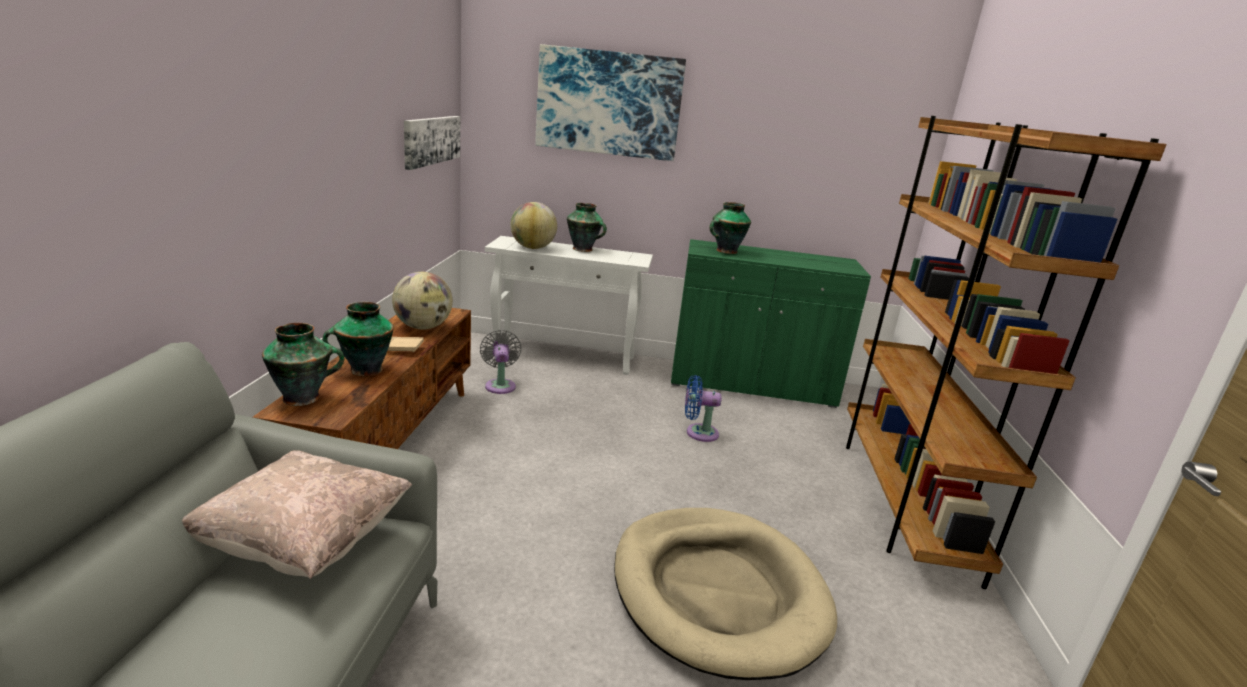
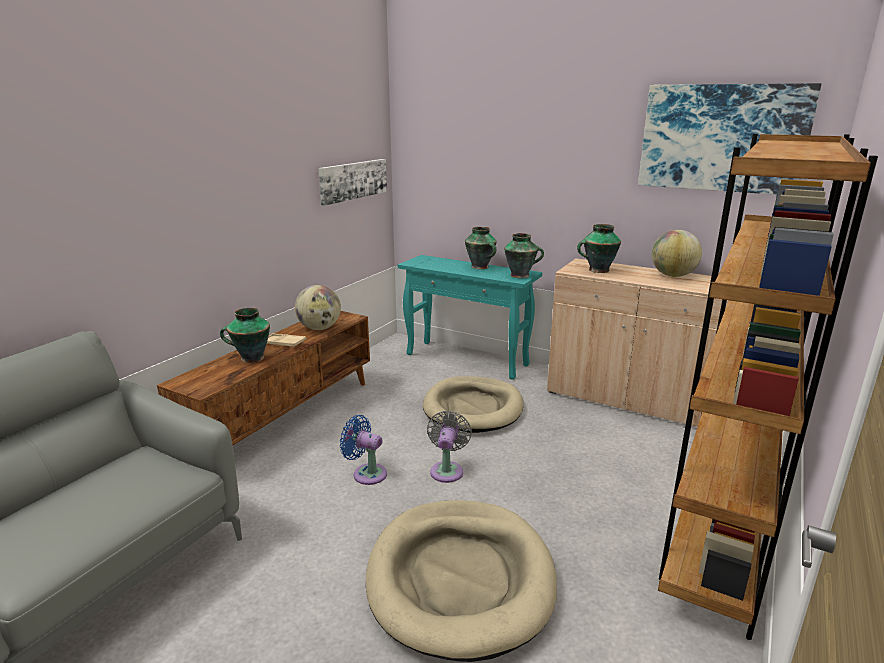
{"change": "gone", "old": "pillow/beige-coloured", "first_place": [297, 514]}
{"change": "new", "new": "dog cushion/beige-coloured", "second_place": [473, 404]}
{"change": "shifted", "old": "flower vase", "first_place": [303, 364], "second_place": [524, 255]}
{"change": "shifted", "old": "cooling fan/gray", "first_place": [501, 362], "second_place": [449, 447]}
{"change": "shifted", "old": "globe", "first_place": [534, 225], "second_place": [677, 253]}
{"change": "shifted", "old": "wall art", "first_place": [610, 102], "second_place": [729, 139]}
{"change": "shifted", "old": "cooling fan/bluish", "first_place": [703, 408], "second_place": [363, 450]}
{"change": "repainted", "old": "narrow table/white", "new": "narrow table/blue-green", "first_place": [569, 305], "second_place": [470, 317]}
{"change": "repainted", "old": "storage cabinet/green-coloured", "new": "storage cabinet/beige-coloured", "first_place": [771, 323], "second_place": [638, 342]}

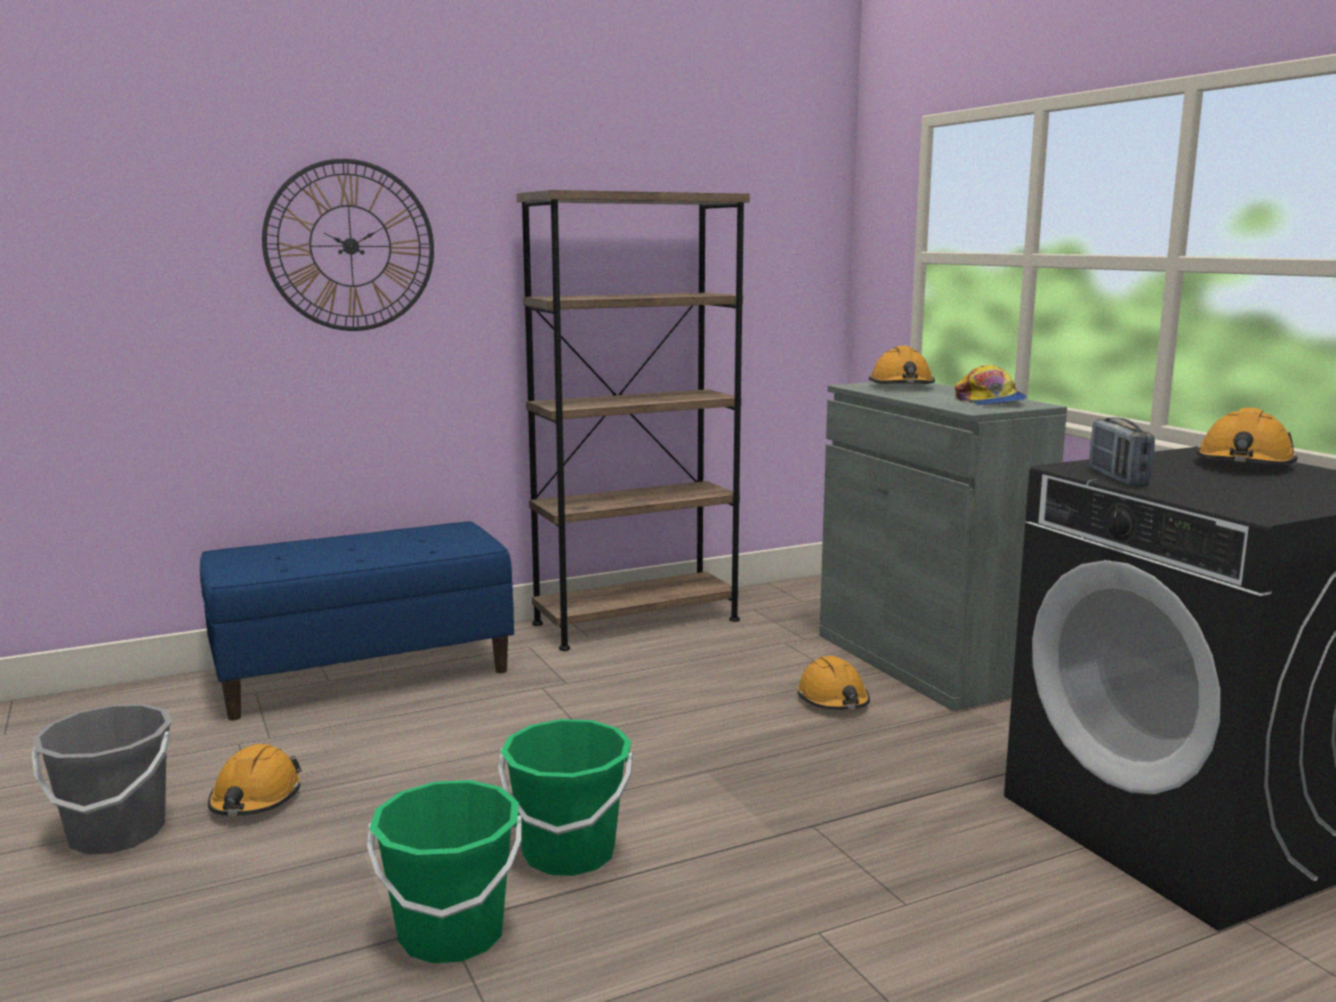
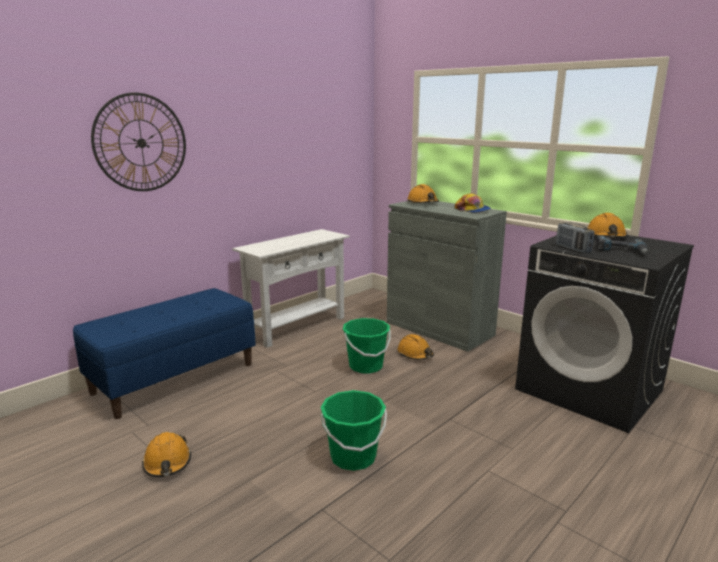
{"change": "gone", "old": "bucket/gray", "first_place": [102, 779]}
{"change": "new", "new": "drill", "second_place": [622, 244]}
{"change": "shifted", "old": "bucket/green-coloured", "first_place": [444, 871], "second_place": [367, 346]}
{"change": "swapped", "old": "bookshelf/brownish", "new": "narrow table/white", "first_place": [633, 420], "second_place": [291, 288]}

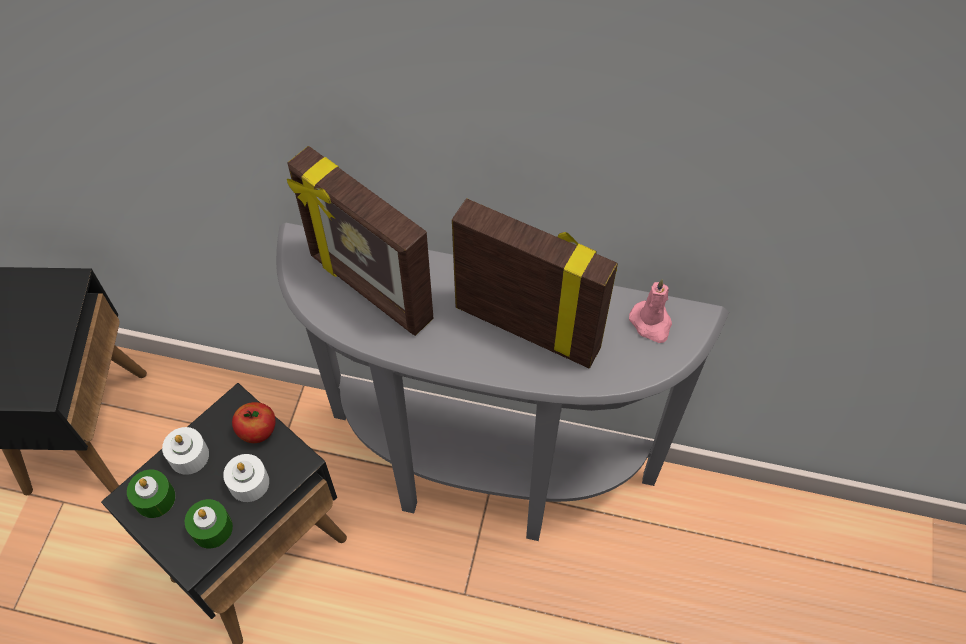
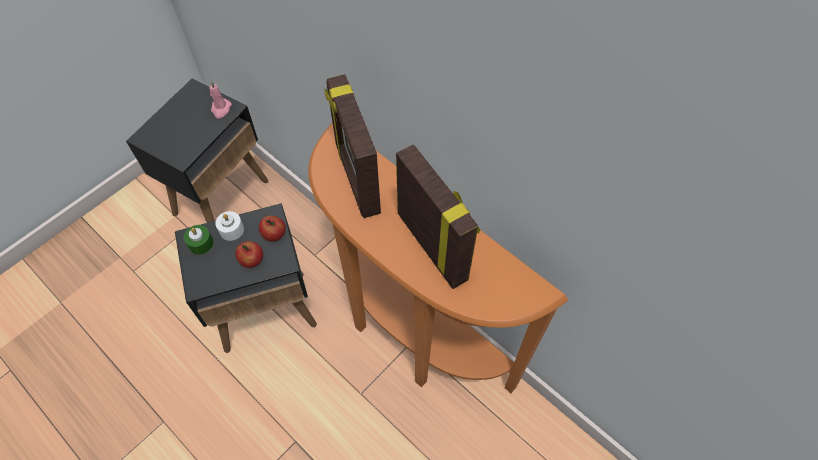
{"change": "gone", "old": "candle/green-coloured", "first_place": [209, 523]}
{"change": "shifted", "old": "candle/pink-coloured", "first_place": [650, 311], "second_place": [220, 99]}
{"change": "swapped", "old": "candle/white", "new": "whole apple", "first_place": [246, 478], "second_place": [249, 254]}
{"change": "repainted", "old": "narrow table/gray", "new": "narrow table/orange", "first_place": [502, 382], "second_place": [438, 257]}

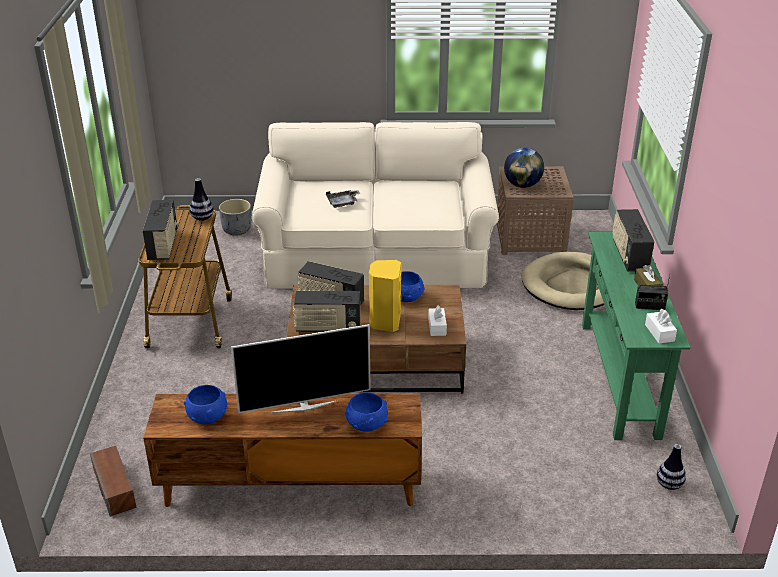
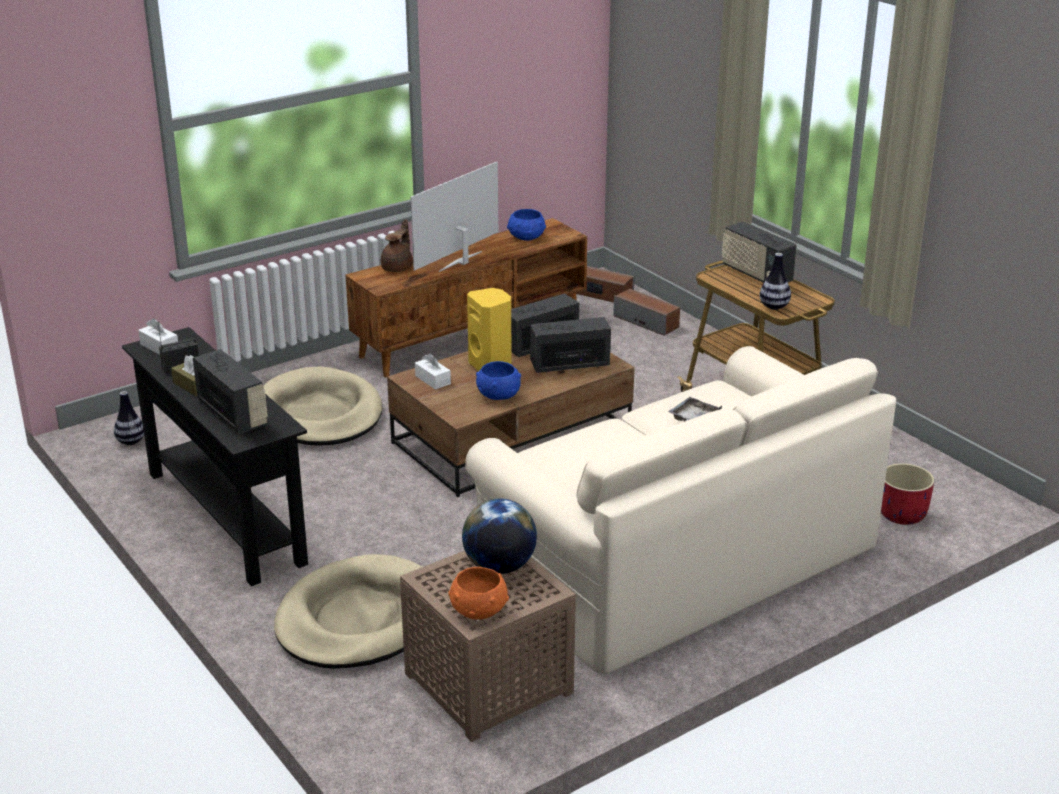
{"change": "new", "new": "dog cushion/beige-coloured", "second_place": [322, 406]}
{"change": "new", "new": "serving bowl/orange", "second_place": [478, 593]}
{"change": "new", "new": "loudspeaker", "second_place": [646, 312]}
{"change": "swapped", "old": "serving bowl/bluish", "new": "tea pot/brownish", "first_place": [367, 412], "second_place": [397, 245]}
{"change": "repainted", "old": "flower pot/gray", "new": "flower pot/red-coloured", "first_place": [235, 217], "second_place": [908, 494]}
{"change": "repainted", "old": "narrow table/green-coloured", "new": "narrow table/black", "first_place": [636, 336], "second_place": [215, 456]}

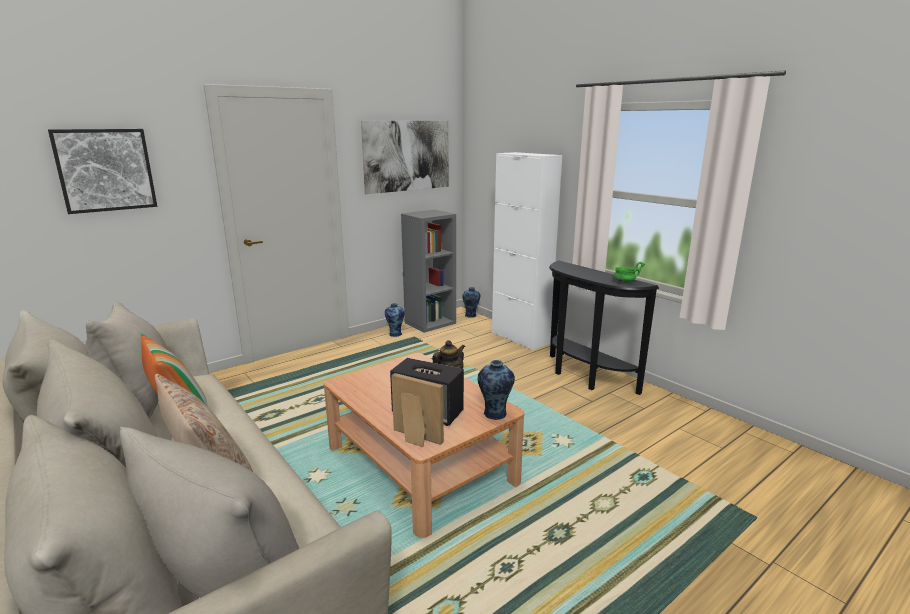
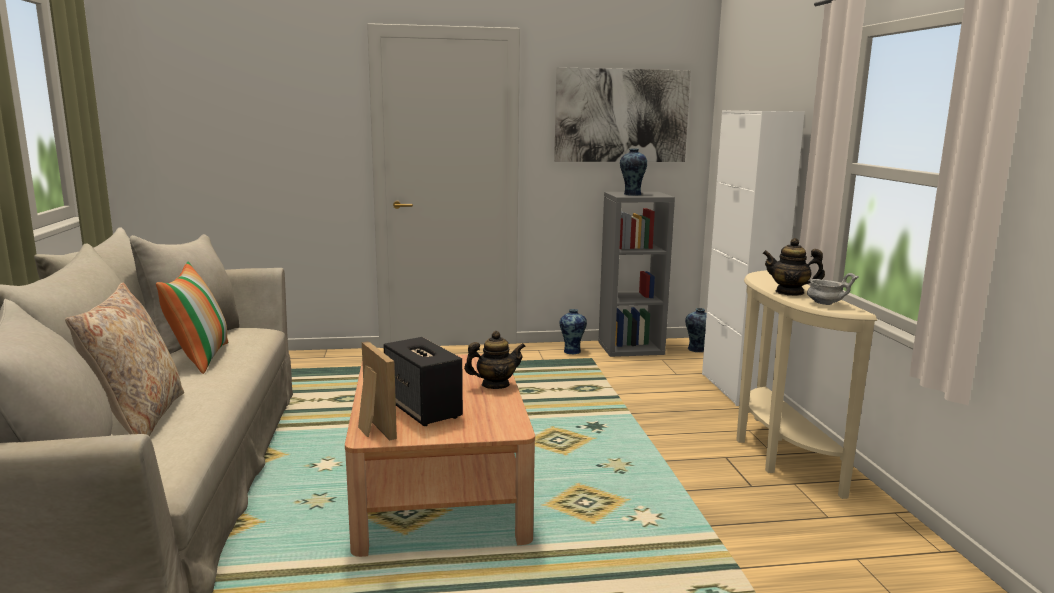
{"change": "gone", "old": "wall art", "first_place": [102, 171]}
{"change": "new", "new": "tea pot", "second_place": [793, 267]}
{"change": "shifted", "old": "flower vase", "first_place": [496, 390], "second_place": [633, 172]}
{"change": "repainted", "old": "narrow table/black", "new": "narrow table/beige-coloured", "first_place": [604, 327], "second_place": [806, 384]}
{"change": "repainted", "old": "serving bowl/green-coloured", "new": "serving bowl/gray", "first_place": [629, 272], "second_place": [832, 289]}

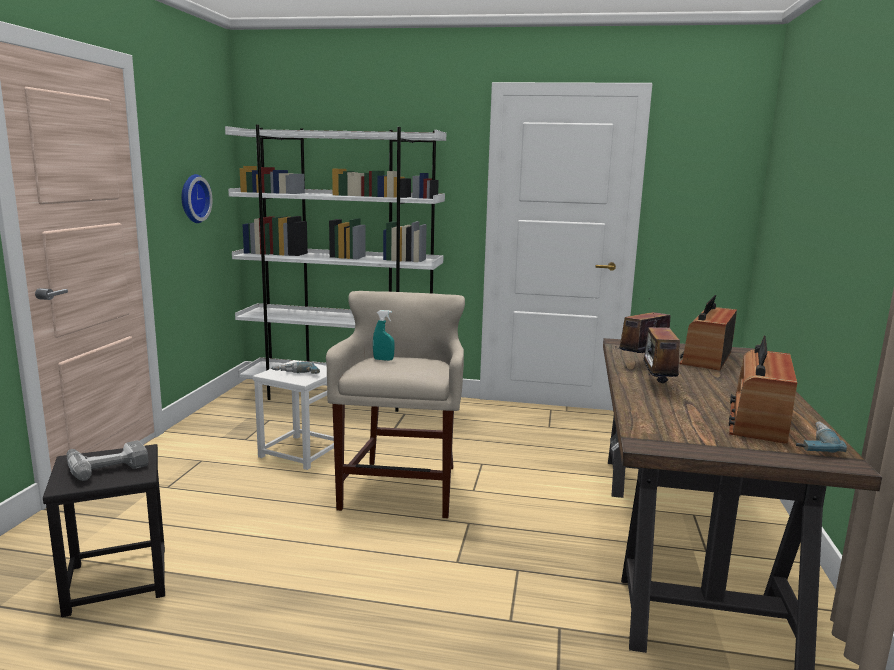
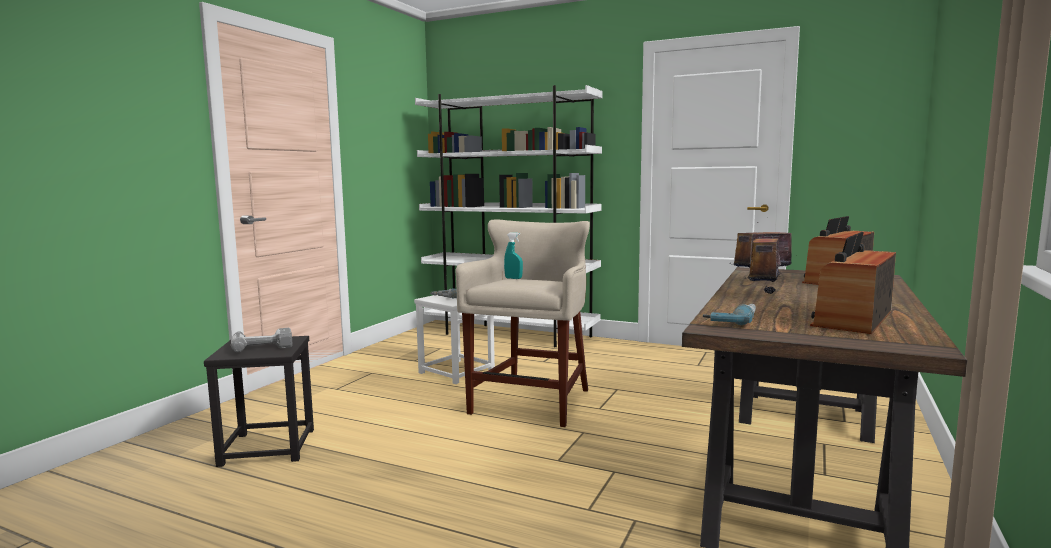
{"change": "gone", "old": "hanging clock", "first_place": [197, 198]}
{"change": "shifted", "old": "drill", "first_place": [821, 437], "second_place": [729, 314]}

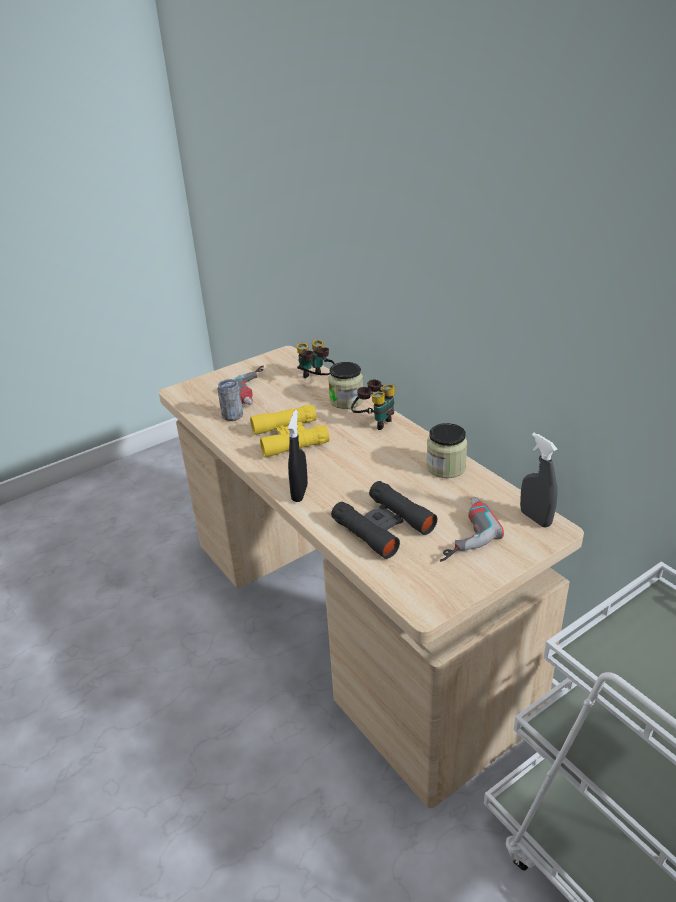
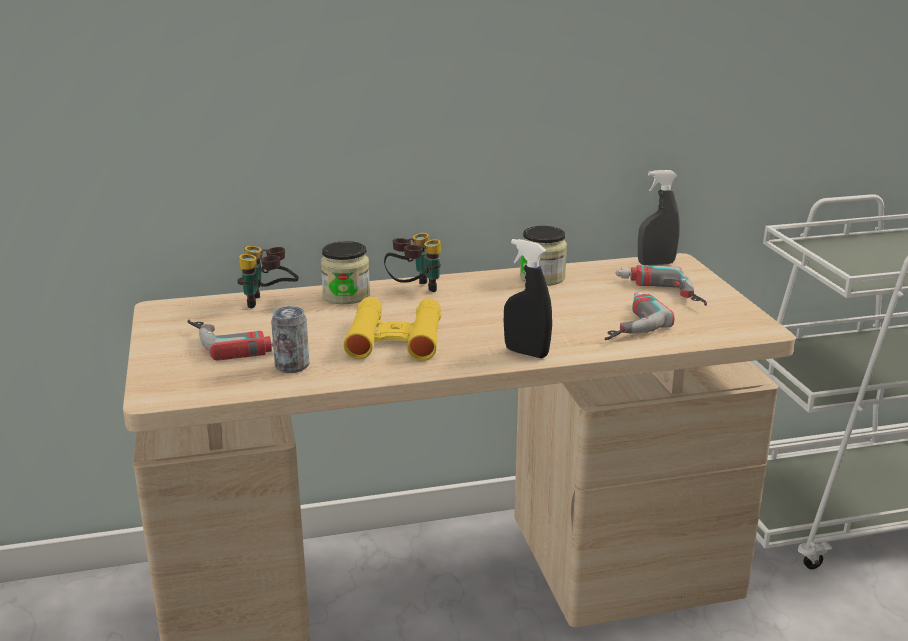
{"change": "swapped", "old": "field glasses/black", "new": "drill", "first_place": [384, 520], "second_place": [639, 316]}

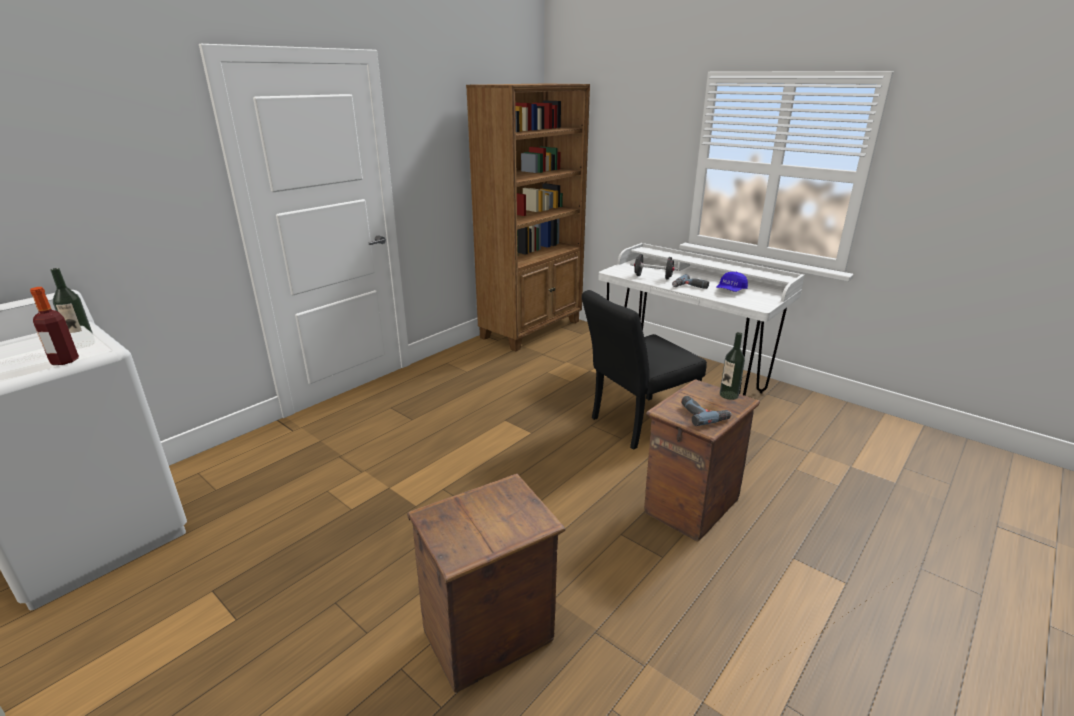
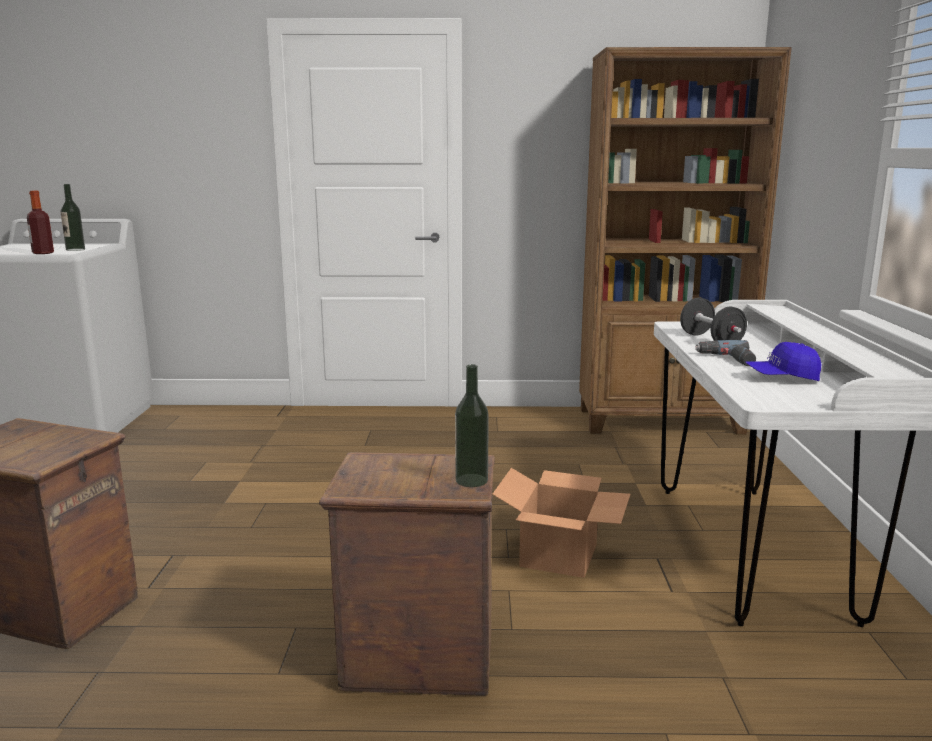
{"change": "gone", "old": "drill", "first_place": [706, 411]}
{"change": "swapped", "old": "upright chair/black", "new": "cardboard box", "first_place": [644, 370], "second_place": [561, 523]}

